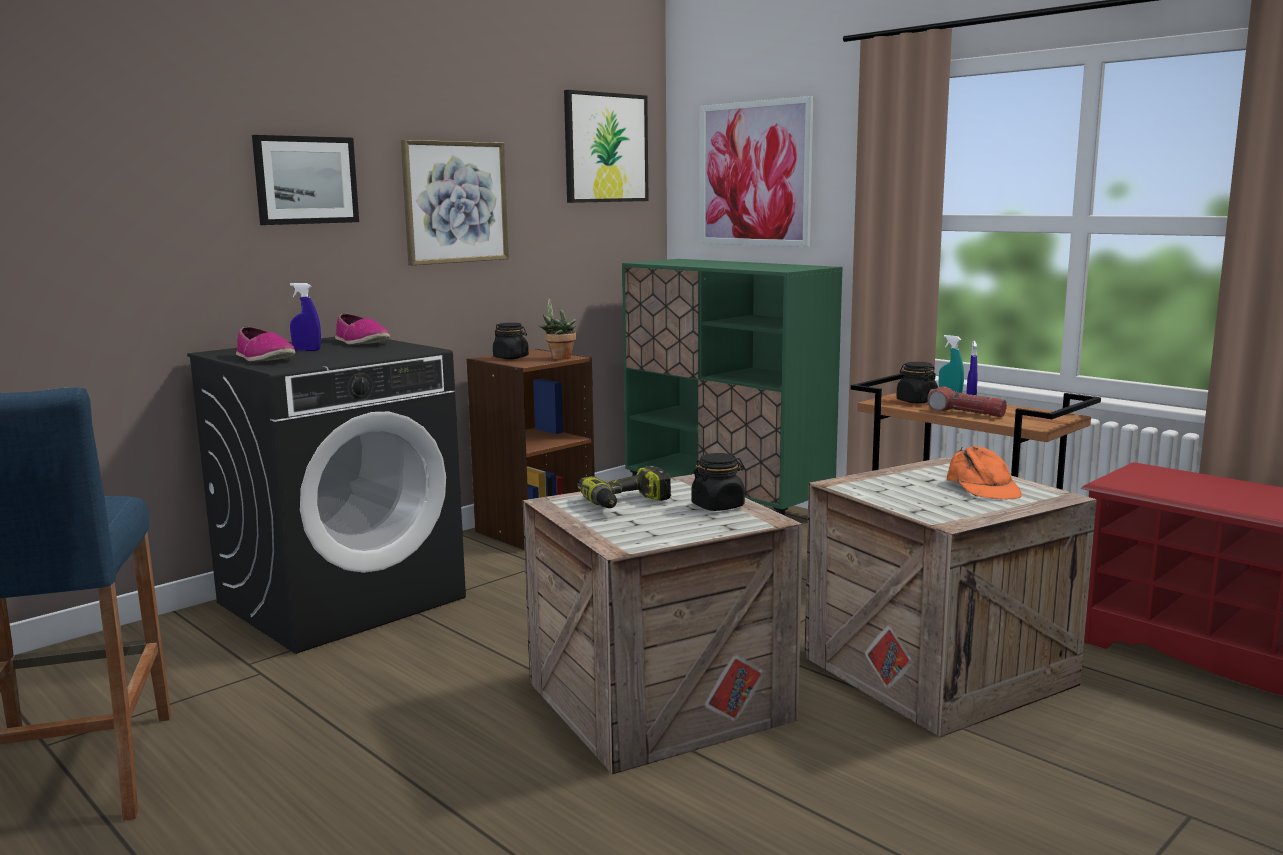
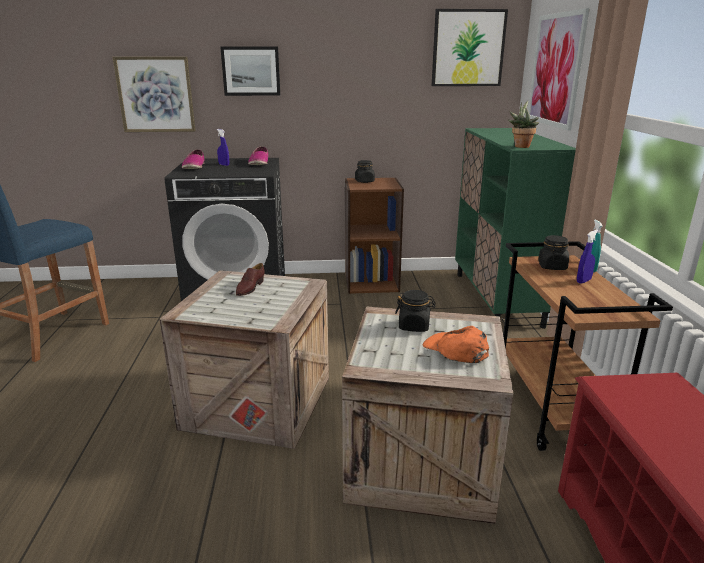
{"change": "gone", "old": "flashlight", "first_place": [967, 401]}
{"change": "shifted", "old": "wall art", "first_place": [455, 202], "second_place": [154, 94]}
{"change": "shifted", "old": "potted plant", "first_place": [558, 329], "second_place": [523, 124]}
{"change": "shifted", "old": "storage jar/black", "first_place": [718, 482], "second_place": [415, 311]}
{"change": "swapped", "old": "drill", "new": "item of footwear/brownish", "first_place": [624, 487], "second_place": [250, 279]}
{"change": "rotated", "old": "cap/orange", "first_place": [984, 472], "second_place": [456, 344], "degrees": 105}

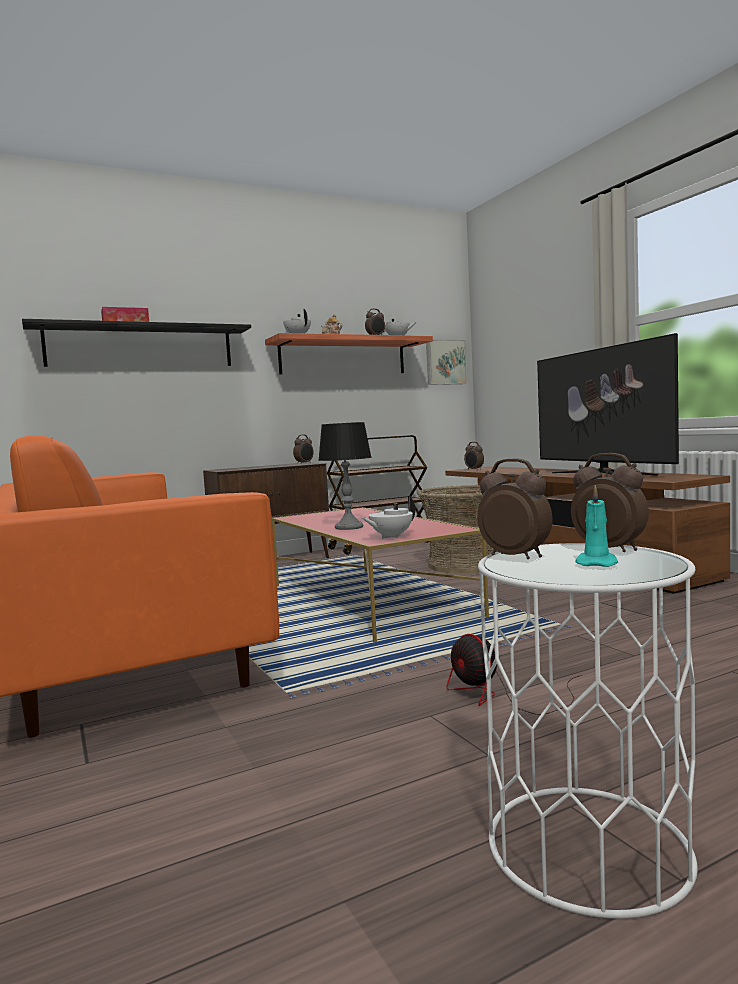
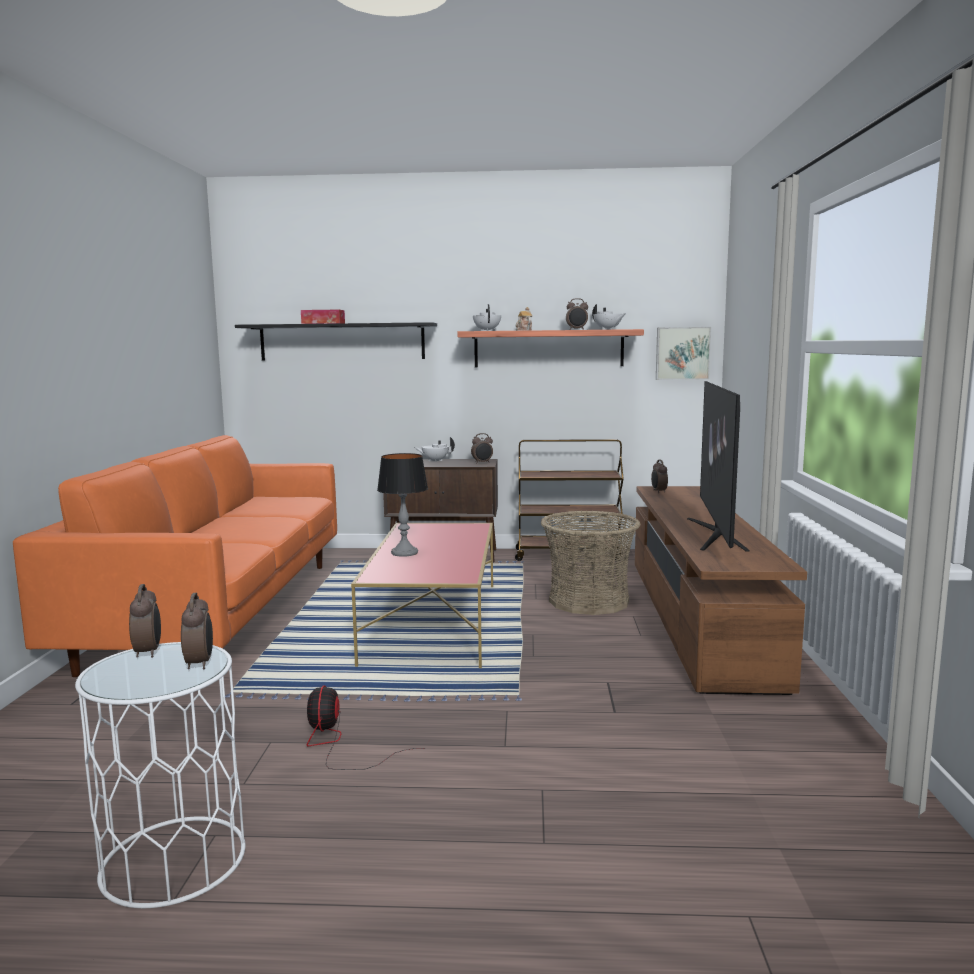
{"change": "gone", "old": "candle/blue-green", "first_place": [596, 526]}
{"change": "shifted", "old": "tea pot/white", "first_place": [388, 517], "second_place": [434, 449]}

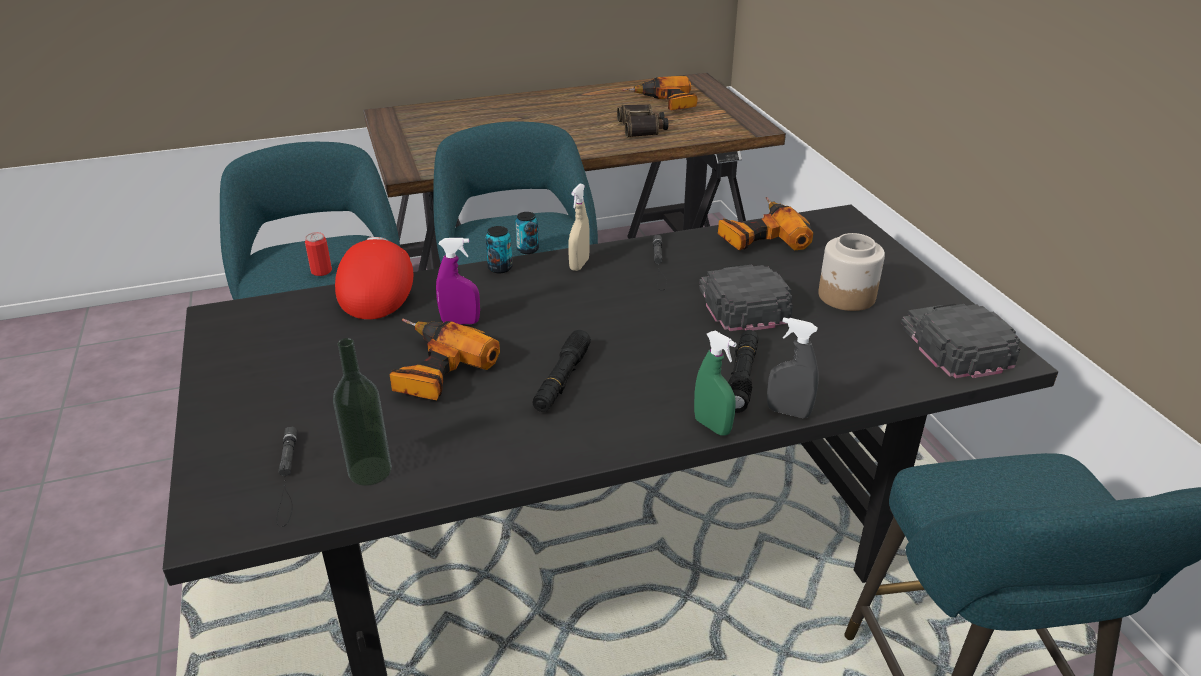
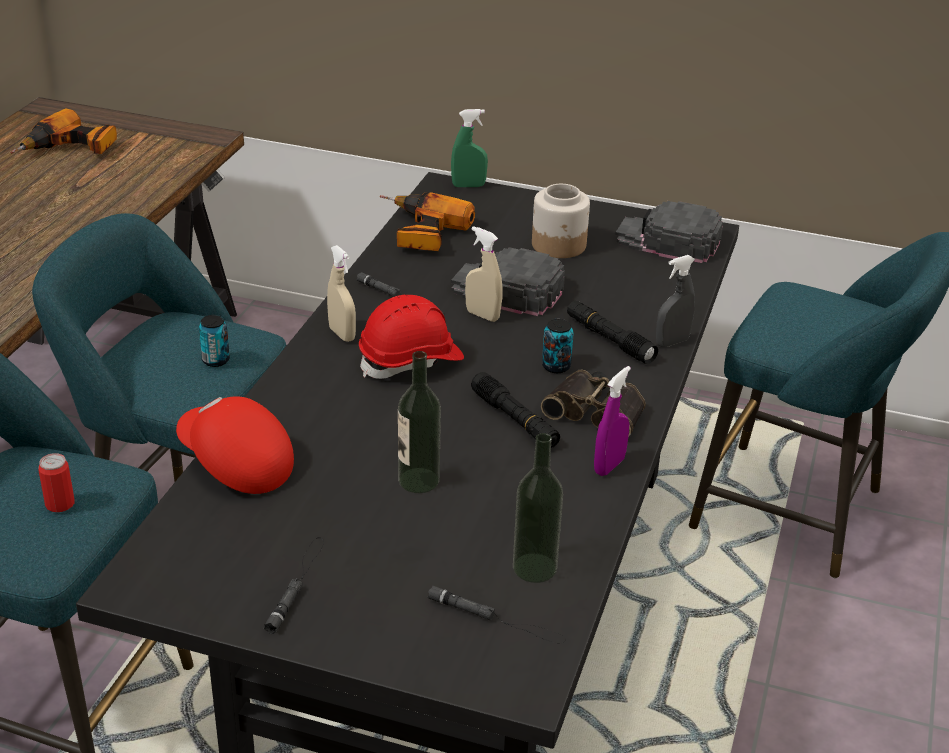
{"change": "new", "new": "flashlight/black", "second_place": [294, 585]}
{"change": "new", "new": "work helmet/red-coloured", "second_place": [411, 337]}
{"change": "new", "new": "sprayer/beige-coloured", "second_place": [483, 274]}
{"change": "shifted", "old": "sprayer/purple", "first_place": [458, 281], "second_place": [612, 421]}
{"change": "shifted", "old": "can", "first_place": [499, 249], "second_place": [558, 346]}
{"change": "shifted", "old": "field glasses", "first_place": [642, 120], "second_place": [593, 403]}
{"change": "shifted", "old": "sprayer/green-coloured", "first_place": [715, 383], "second_place": [469, 148]}
{"change": "swapped", "old": "drill", "new": "drink bottle", "first_place": [444, 359], "second_place": [419, 422]}

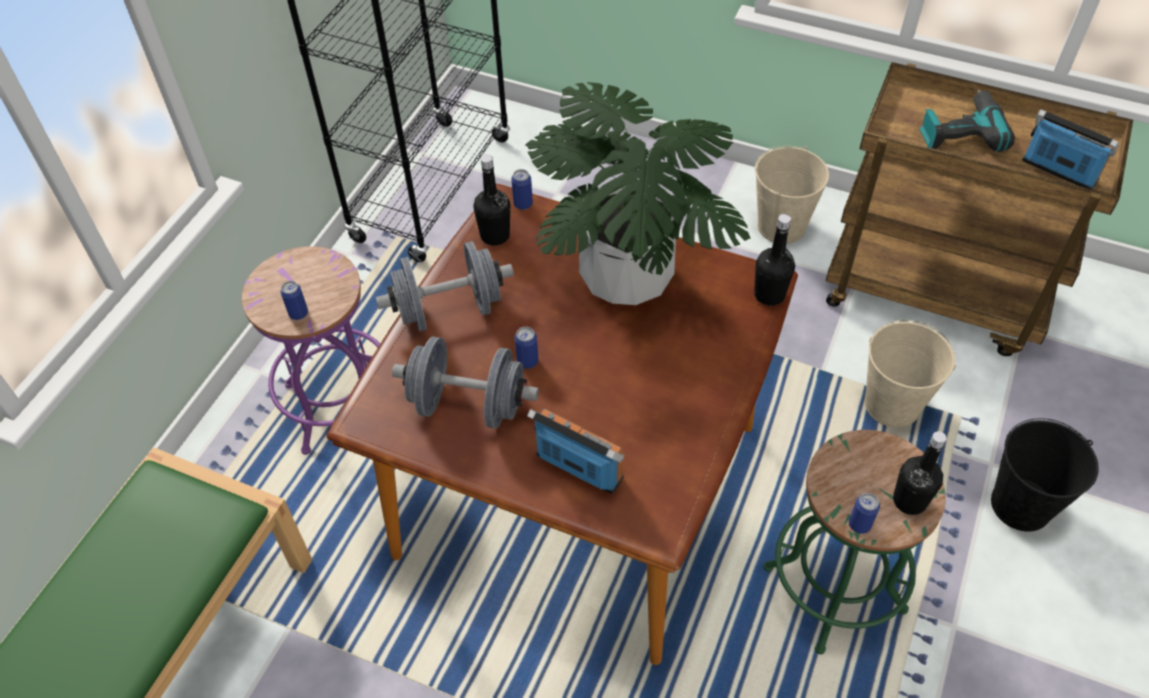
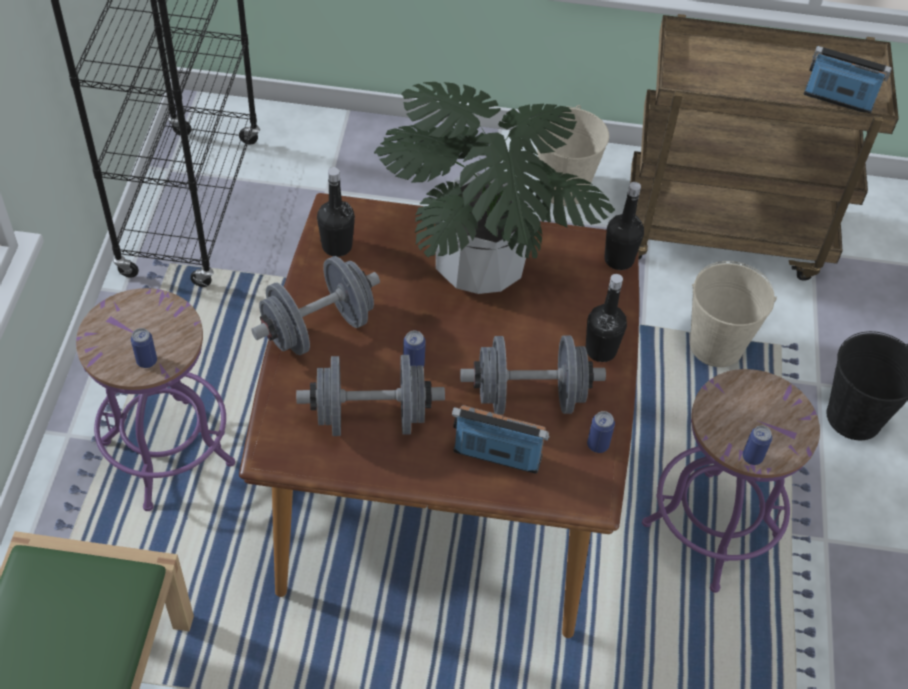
{"change": "gone", "old": "drill", "first_place": [967, 120]}
{"change": "new", "new": "free weight/gray", "second_place": [533, 374]}
{"change": "shifted", "old": "can", "first_place": [522, 189], "second_place": [601, 432]}
{"change": "shifted", "old": "drink bottle/black", "first_place": [920, 473], "second_place": [606, 318]}
{"change": "repainted", "old": "stool/green-coloured", "new": "stool/purple", "first_place": [854, 542], "second_place": [731, 481]}

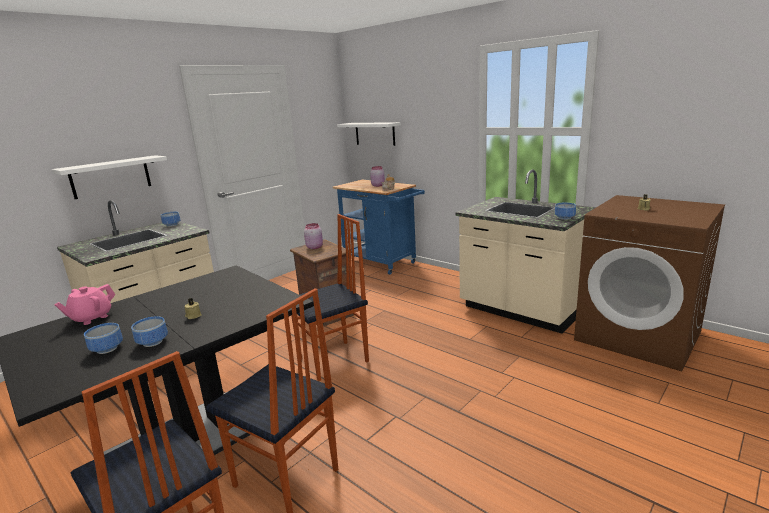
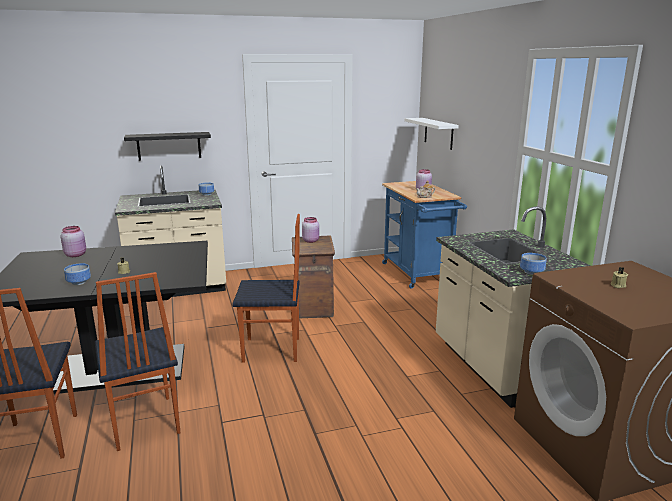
{"change": "gone", "old": "serving bowl", "first_place": [103, 338]}
{"change": "swapped", "old": "tea pot/pink-coloured", "new": "storage jar/pink-coloured", "first_place": [84, 304], "second_place": [73, 241]}
{"change": "repainted", "old": "shelf/white", "new": "shelf/black", "first_place": [109, 177], "second_place": [167, 146]}

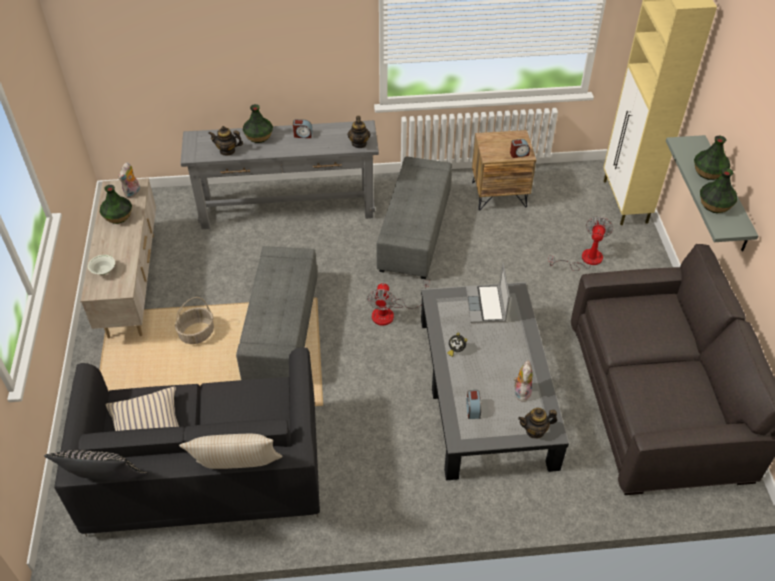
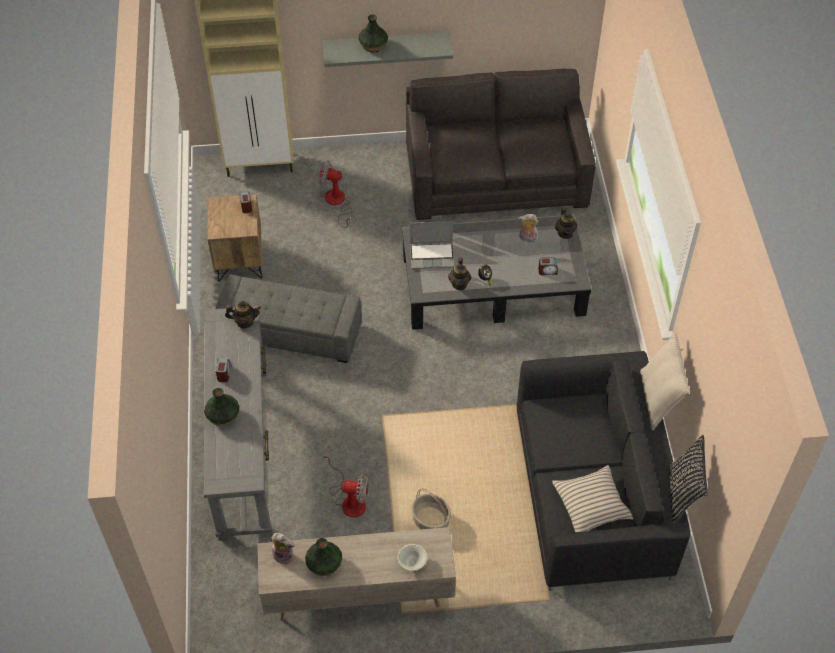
{"change": "gone", "old": "pouffe/gray", "first_place": [277, 313]}
{"change": "gone", "old": "flower vase", "first_place": [718, 190]}
{"change": "shifted", "old": "tea pot", "first_place": [225, 141], "second_place": [460, 274]}
{"change": "shifted", "old": "cooling fan", "first_place": [398, 303], "second_place": [345, 484]}

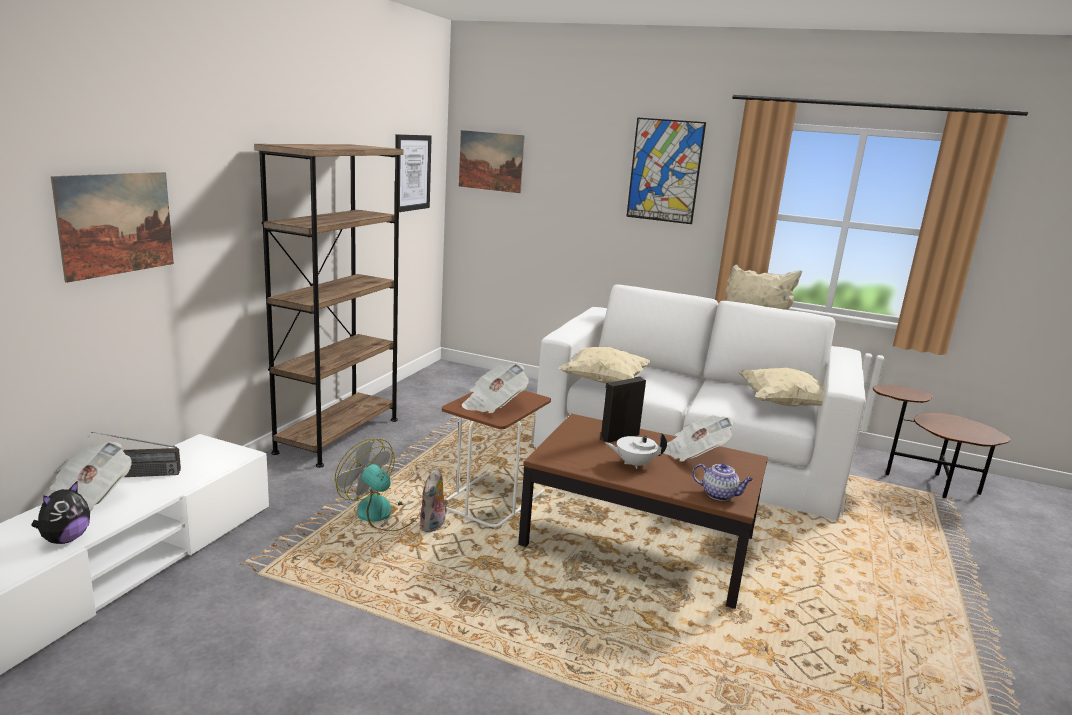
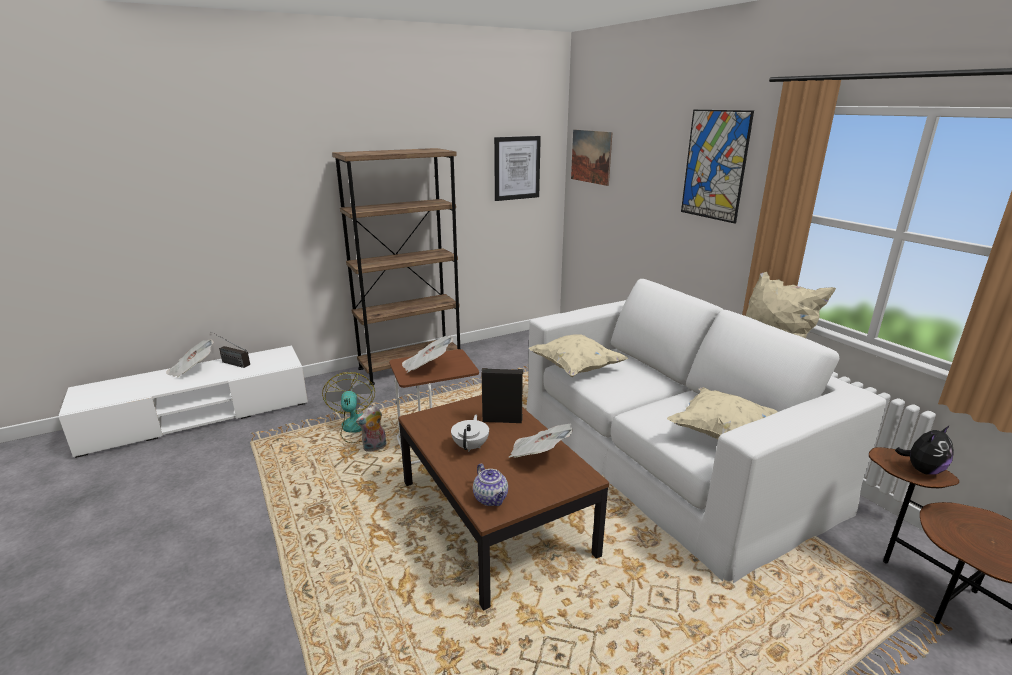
{"change": "gone", "old": "wall art", "first_place": [112, 227]}
{"change": "shifted", "old": "cuddly toy", "first_place": [60, 512], "second_place": [924, 450]}
{"change": "rotated", "old": "tea pot/white", "first_place": [636, 451], "second_place": [470, 433], "degrees": 60}

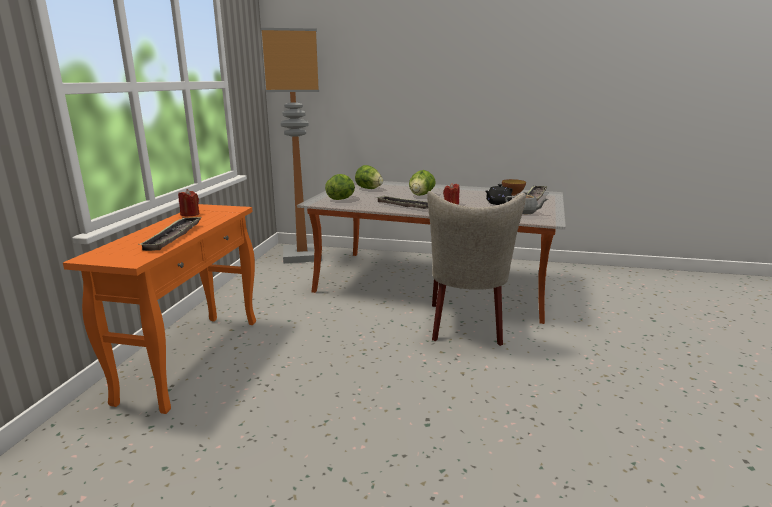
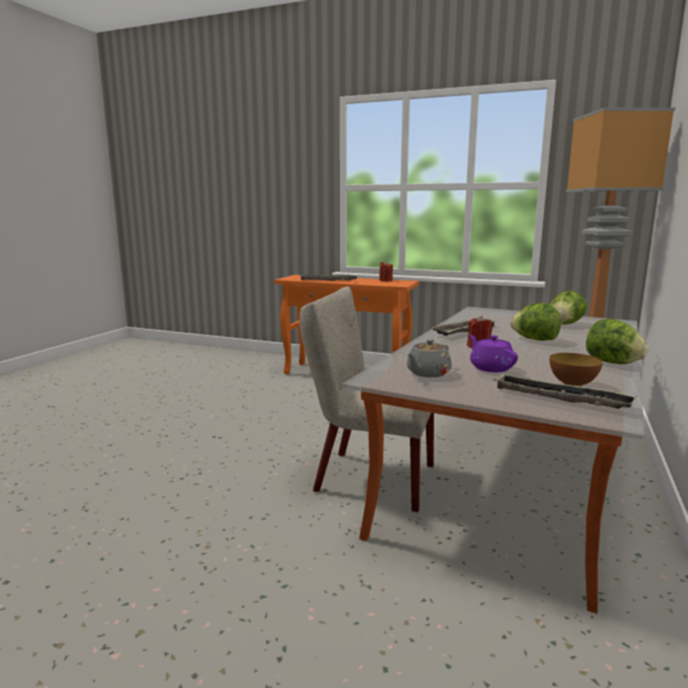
{"change": "shifted", "old": "lettuce", "first_place": [340, 187], "second_place": [617, 341]}
{"change": "repainted", "old": "tea pot/black", "new": "tea pot/purple", "first_place": [499, 194], "second_place": [493, 353]}

